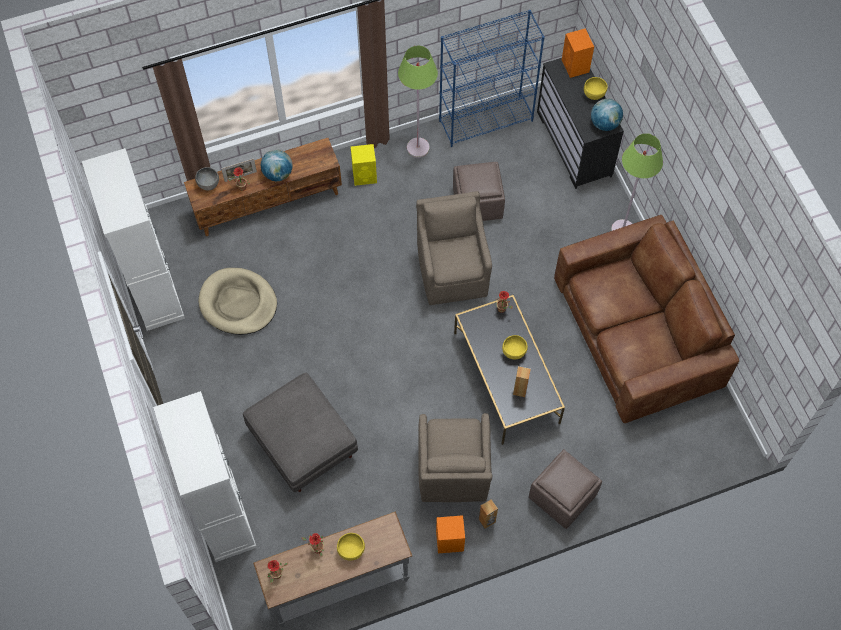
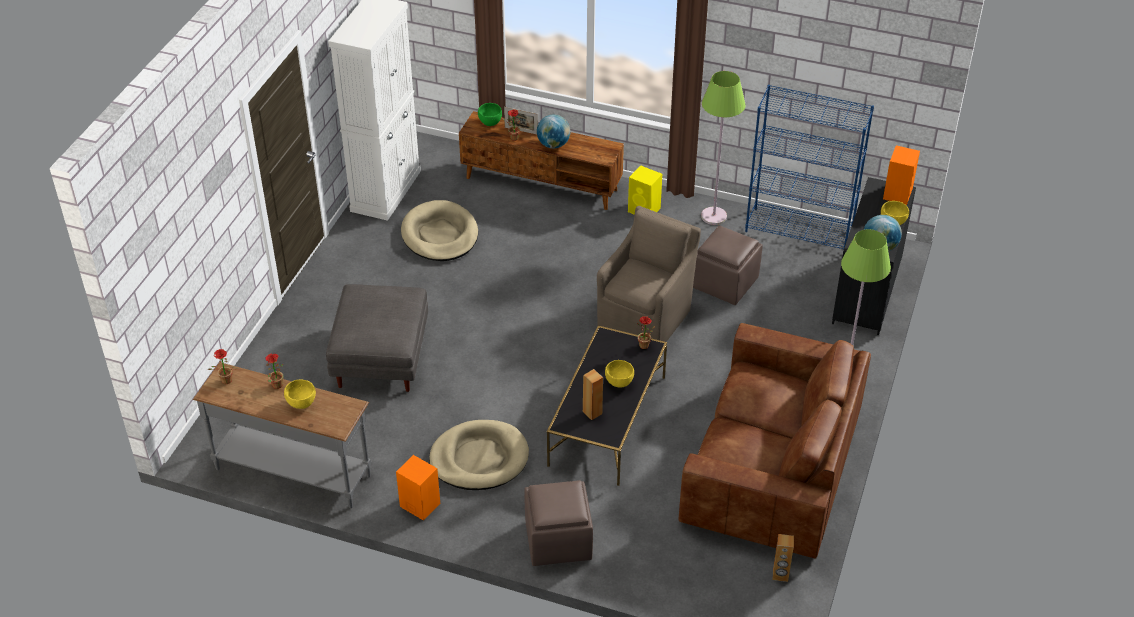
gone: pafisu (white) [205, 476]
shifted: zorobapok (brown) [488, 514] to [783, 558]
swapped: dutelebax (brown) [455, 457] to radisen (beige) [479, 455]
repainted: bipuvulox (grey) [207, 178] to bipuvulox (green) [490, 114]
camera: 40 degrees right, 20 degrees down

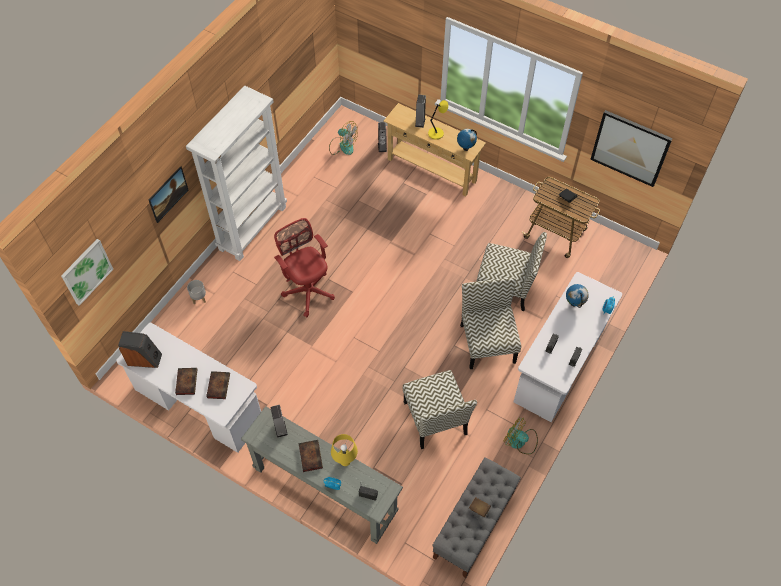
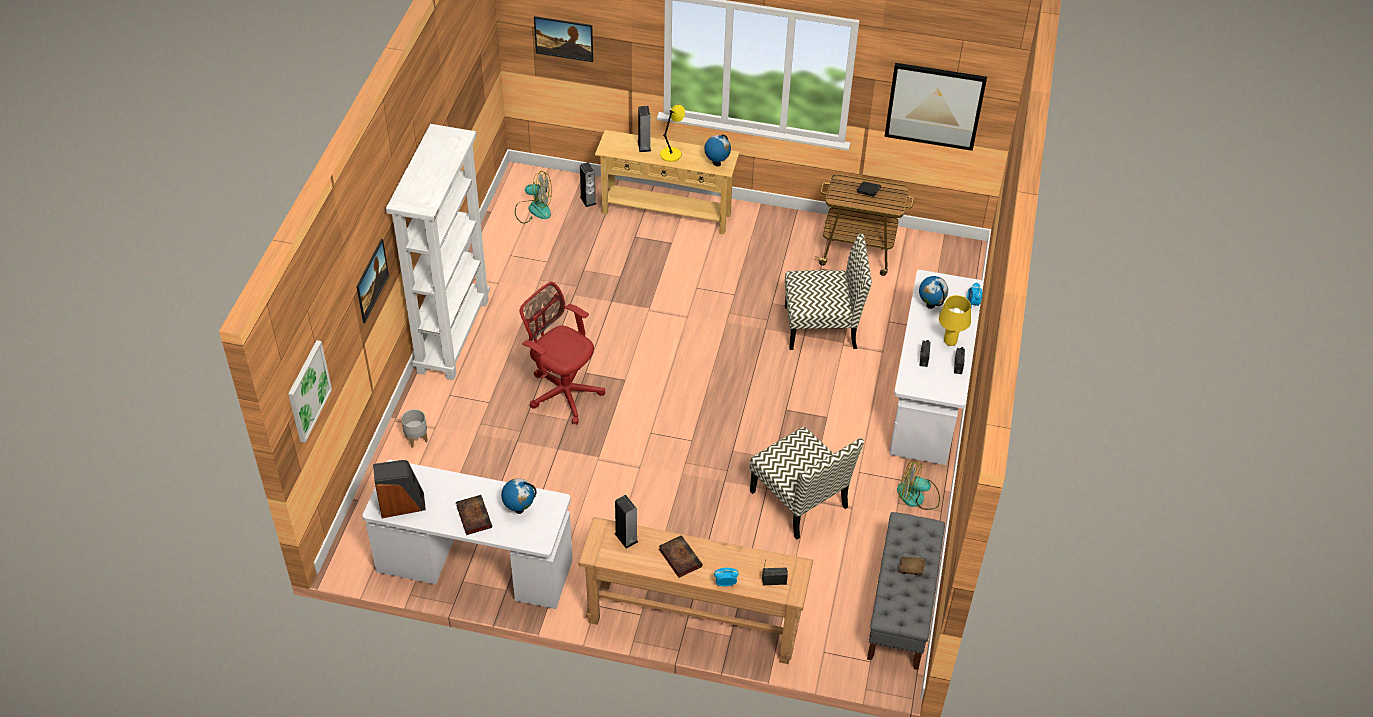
gone: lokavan [490, 323]
new: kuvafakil [563, 39]
shifted: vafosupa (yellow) [344, 450] to [955, 320]
swapped: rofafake [218, 385] to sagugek [518, 496]
repainted: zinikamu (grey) [322, 475] to zinikamu (brown) [695, 590]
camera: 20 degrees left, 10 degrees down

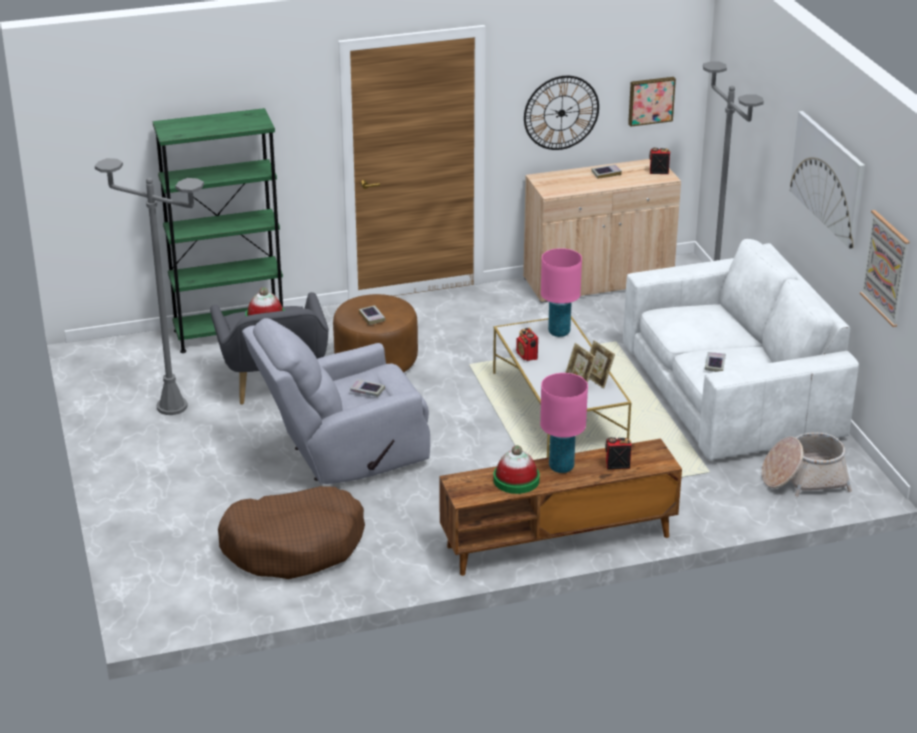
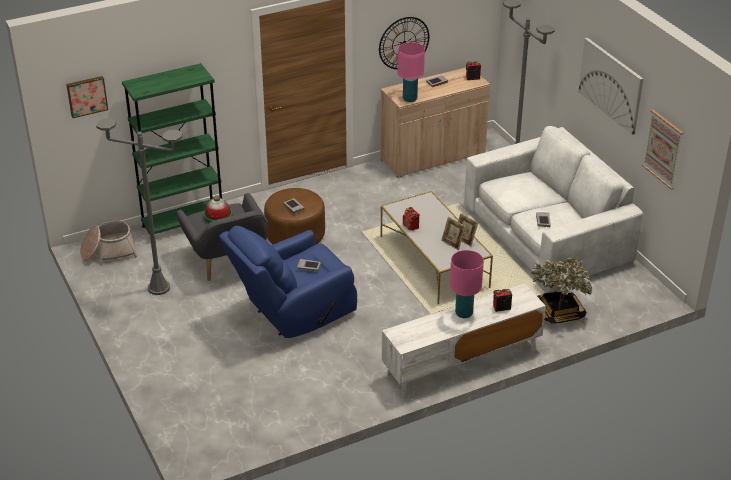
gone: radisen (brown) [291, 532]; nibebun [516, 469]
new: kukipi [561, 291]
shifted: vafosupa (pink) [561, 292] to [411, 72]; kuvafakil [652, 102] to [87, 97]; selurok [807, 464] to [109, 243]
repainted: dutelebax (grey) [336, 401] to dutelebax (blue) [288, 282]; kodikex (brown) [560, 507] to kodikex (white) [464, 340]
camera: 10 degrees left, 5 degrees up

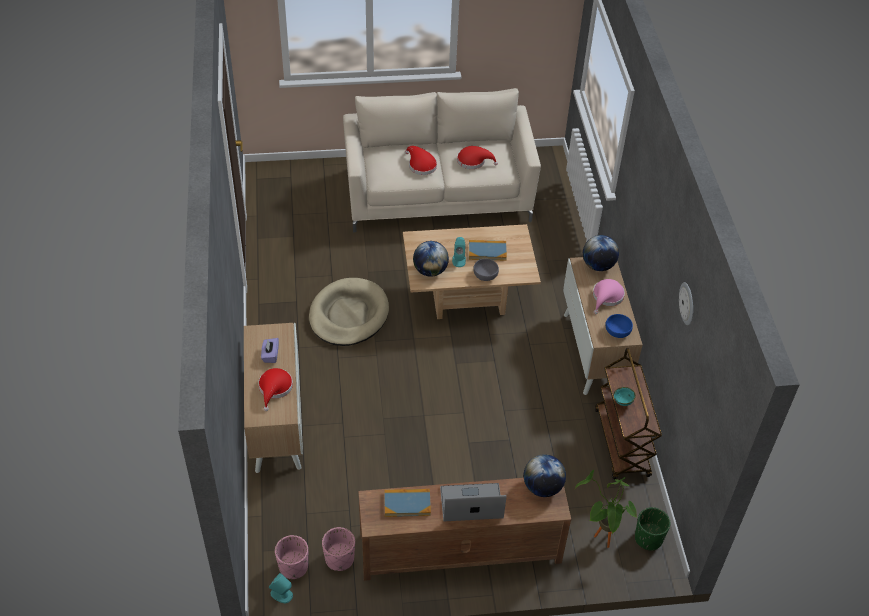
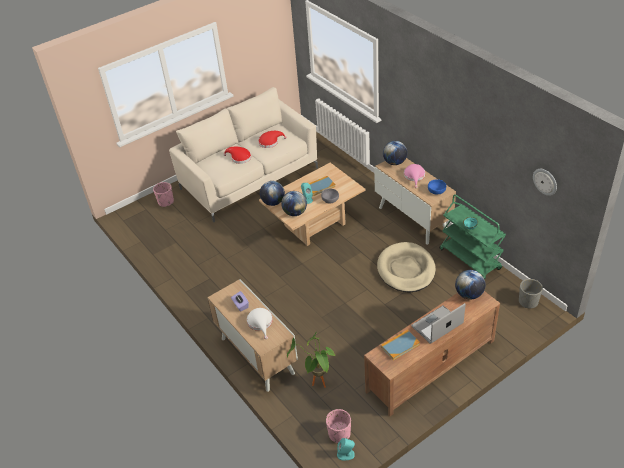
new: sagugek [272, 193]
shifted: radisen (beige) [349, 312] to [406, 267]; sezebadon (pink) [338, 549] to [163, 194]; kukipi [605, 509] to [311, 360]; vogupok [686, 303] to [545, 182]
repainted: nibebun (red) [275, 389] to nibebun (white) [260, 323]; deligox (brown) [628, 414] to deligox (green) [472, 237]; sezebadon (green) [652, 529] to sezebadon (grey) [531, 293]
camera: 25 degrees left, 5 degrees down

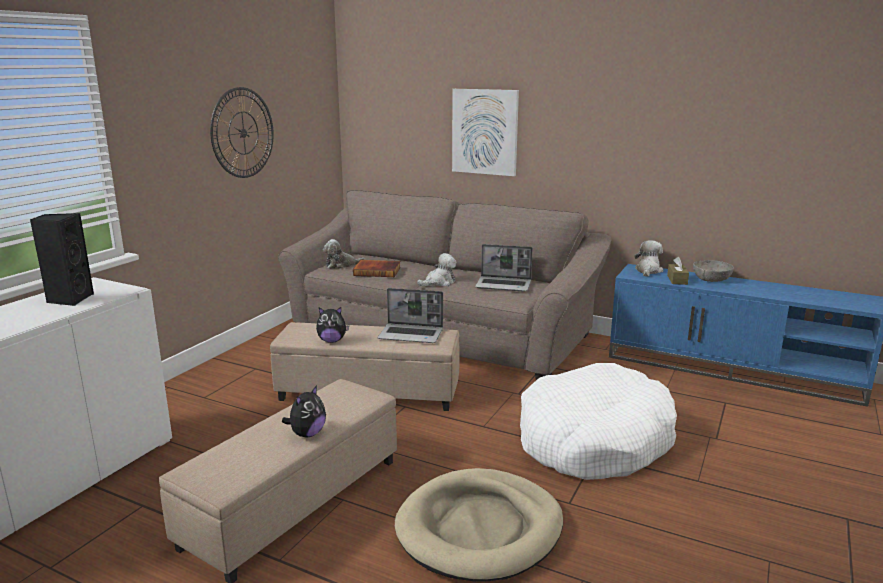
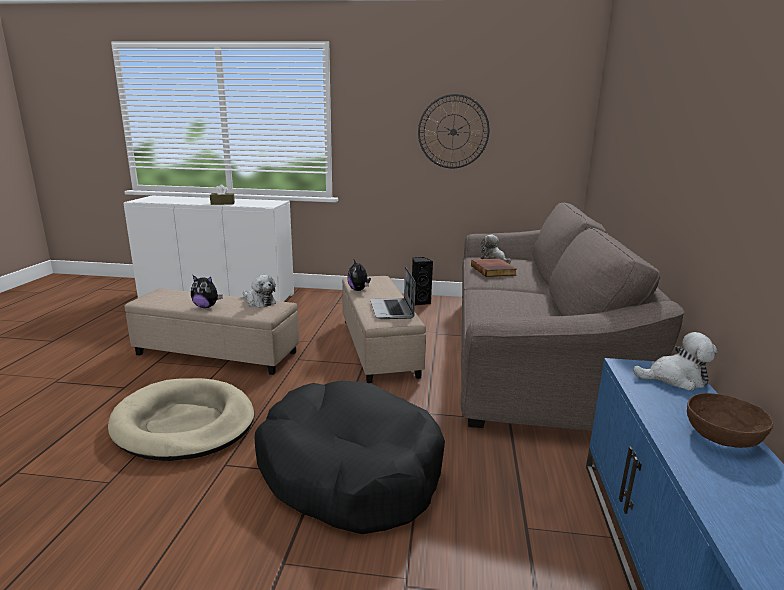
gone: kuvafakil [485, 132]; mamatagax [504, 268]
shifted: zorobapok (black) [62, 259] to [422, 281]; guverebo [437, 269] to [259, 291]; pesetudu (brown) [678, 271] to [222, 194]
repainted: radisen (white) [598, 421] to radisen (black) [350, 457]; bipuvulox (grey) [713, 271] to bipuvulox (brown) [730, 420]
camera: 70 degrees right, 0 degrees up

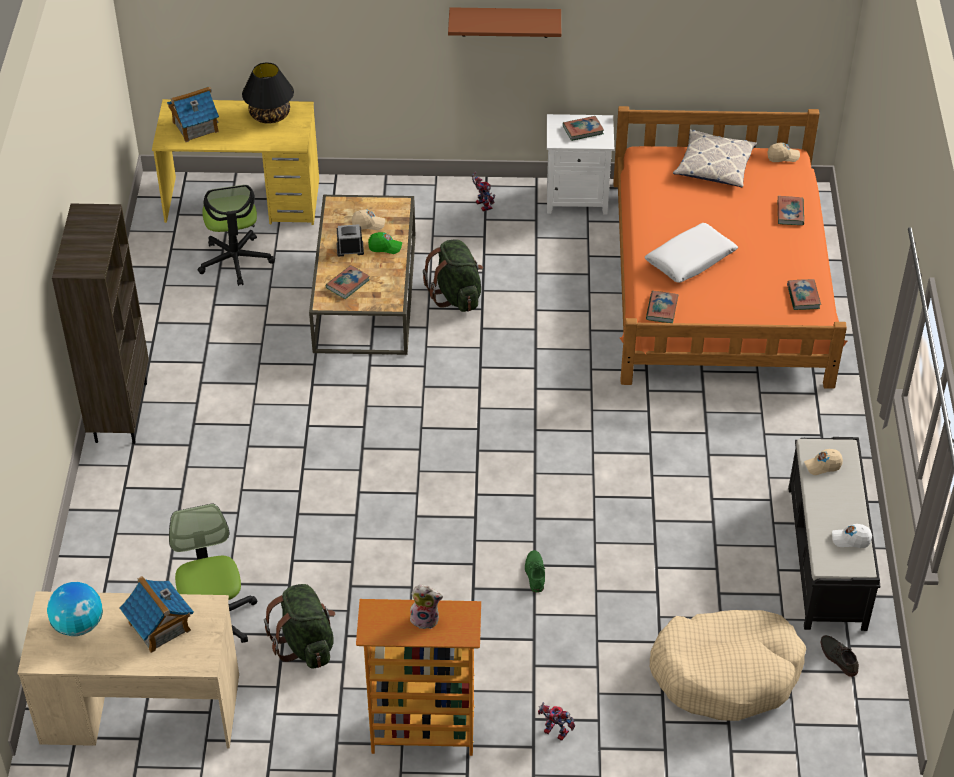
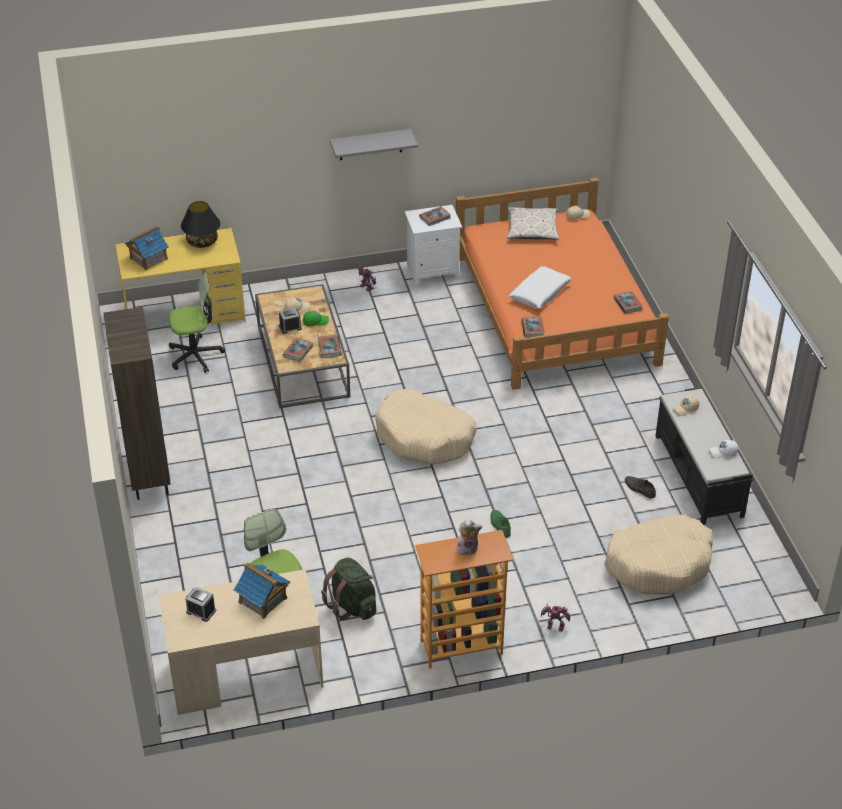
gone: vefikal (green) [453, 275]
new: radisen (beige) [426, 427]
shifted: rofafake [791, 210] to [330, 346]; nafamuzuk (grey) [840, 656] to [640, 487]
swapped: sagugek [75, 609] to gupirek [201, 604]
repainted: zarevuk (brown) [504, 22] to zarevuk (grey) [374, 144]
rotated: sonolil [236, 235] = [197, 323] 75 degrees counterclockwise
camera: 15 degrees left, 5 degrees down

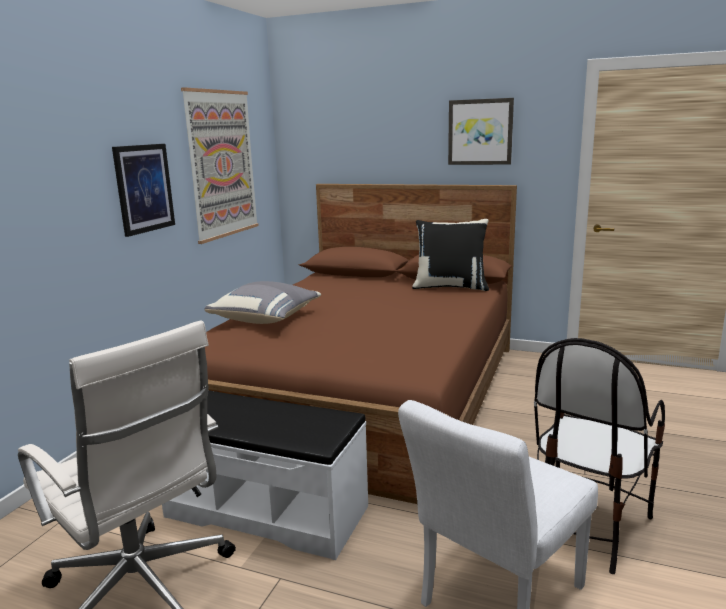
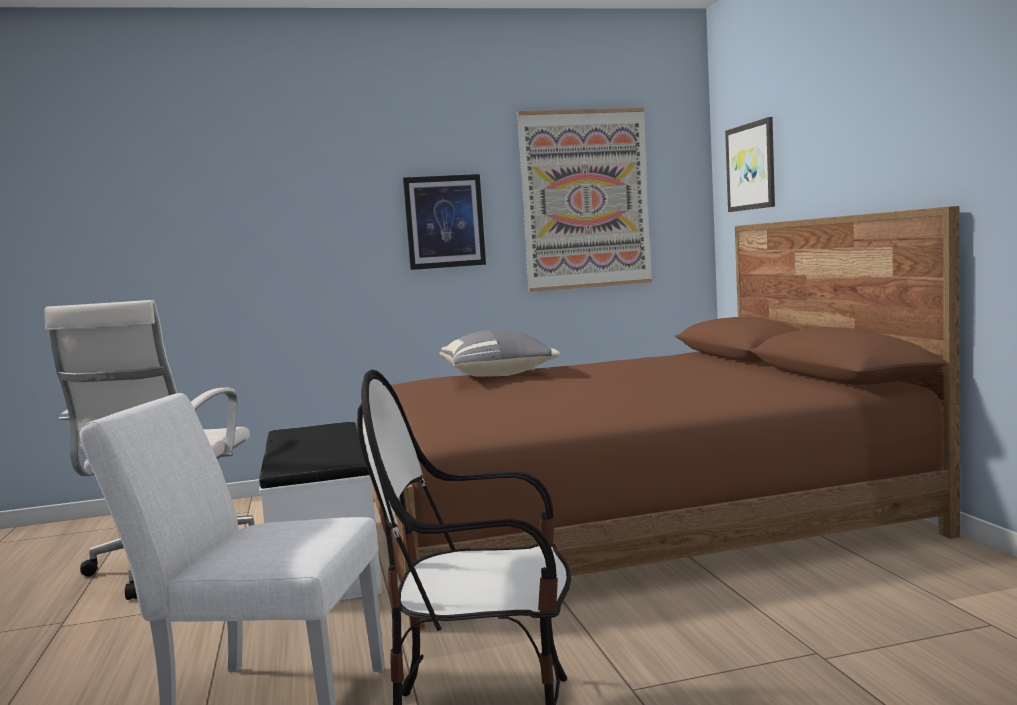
gone: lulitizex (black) [450, 255]
shifted: kuvafakil [481, 131] to [750, 164]
camera: 55 degrees right, 10 degrees down

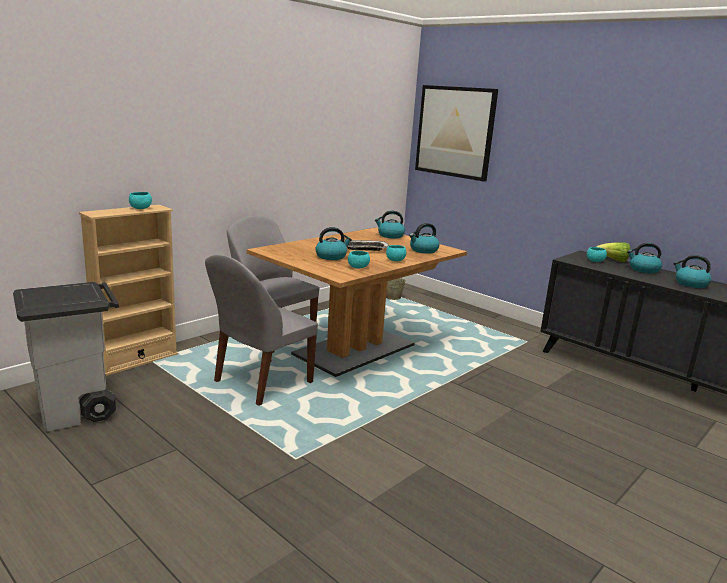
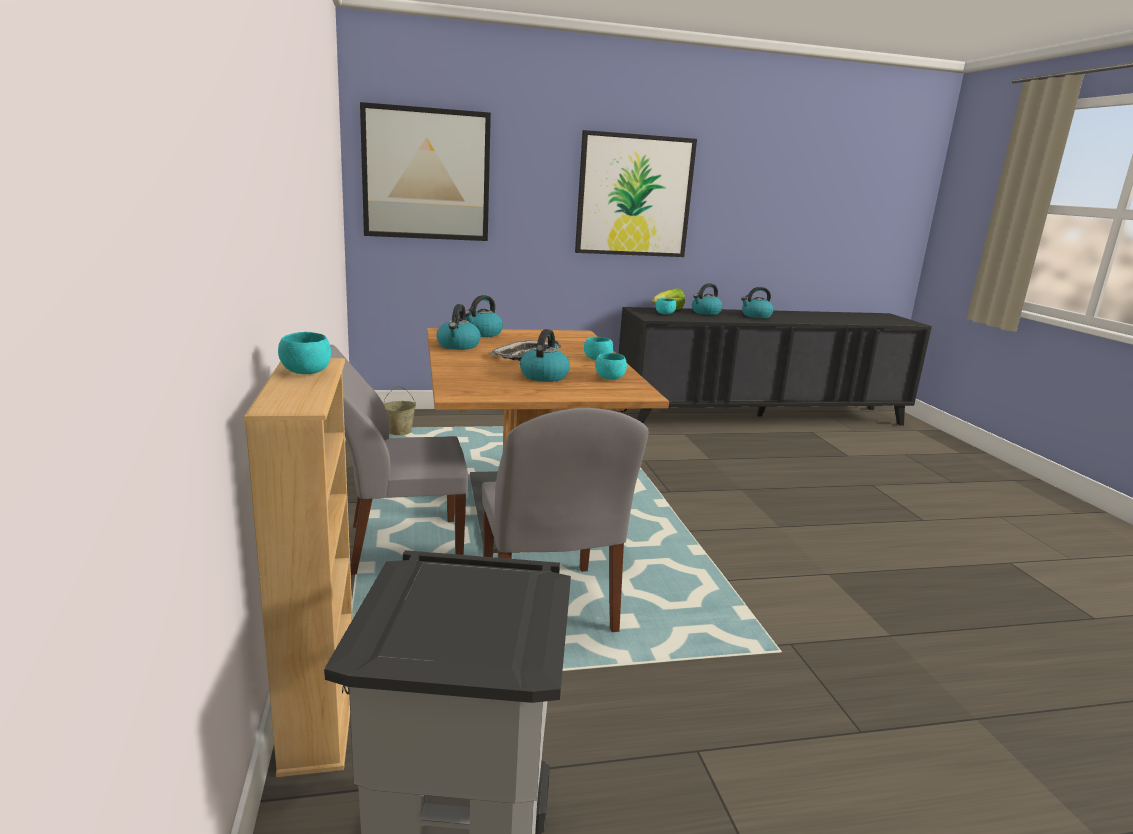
new: kuvafakil [636, 193]
shifted: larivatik [424, 238] to [458, 327]
camera: 55 degrees left, 0 degrees up

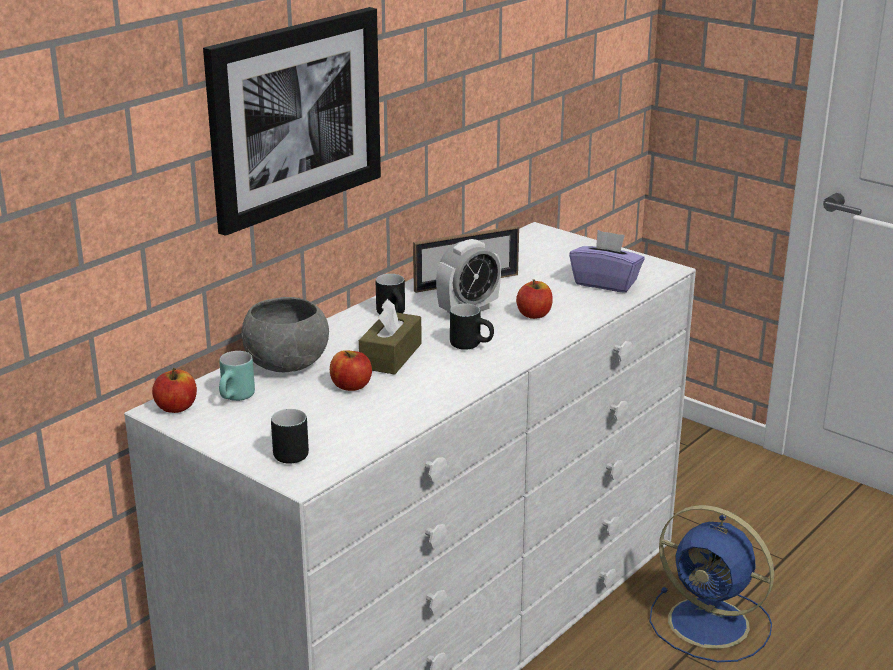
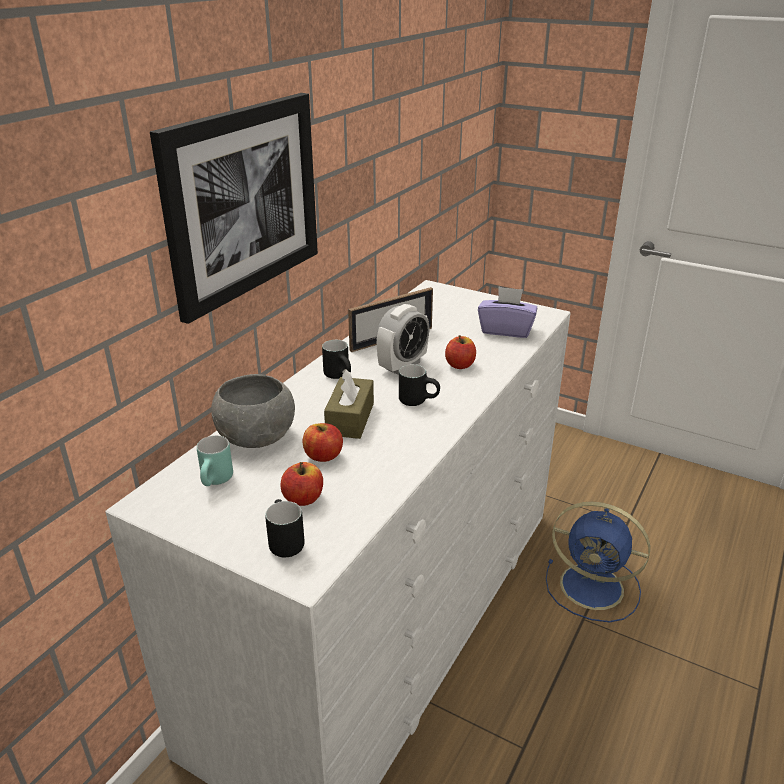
shifted: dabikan [174, 390] to [301, 484]
camera: 10 degrees left, 5 degrees up

